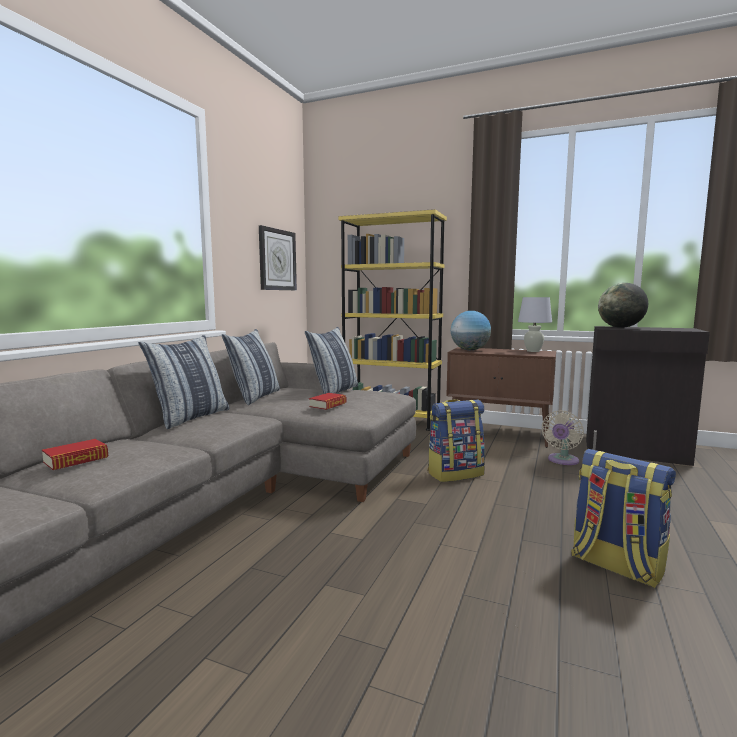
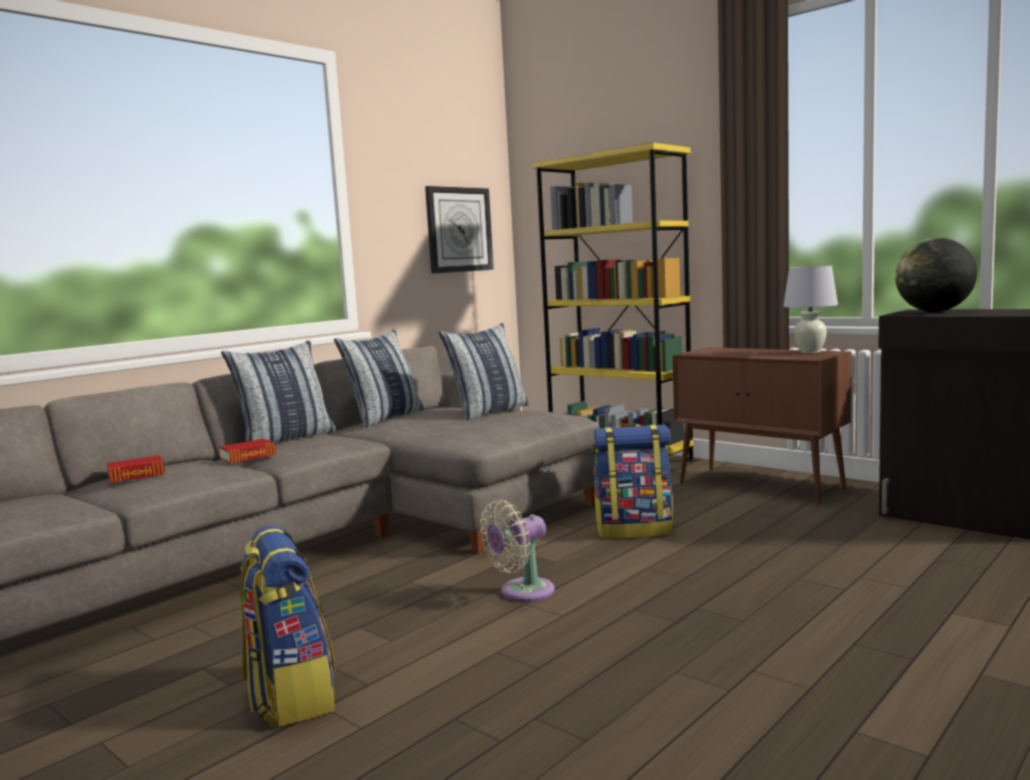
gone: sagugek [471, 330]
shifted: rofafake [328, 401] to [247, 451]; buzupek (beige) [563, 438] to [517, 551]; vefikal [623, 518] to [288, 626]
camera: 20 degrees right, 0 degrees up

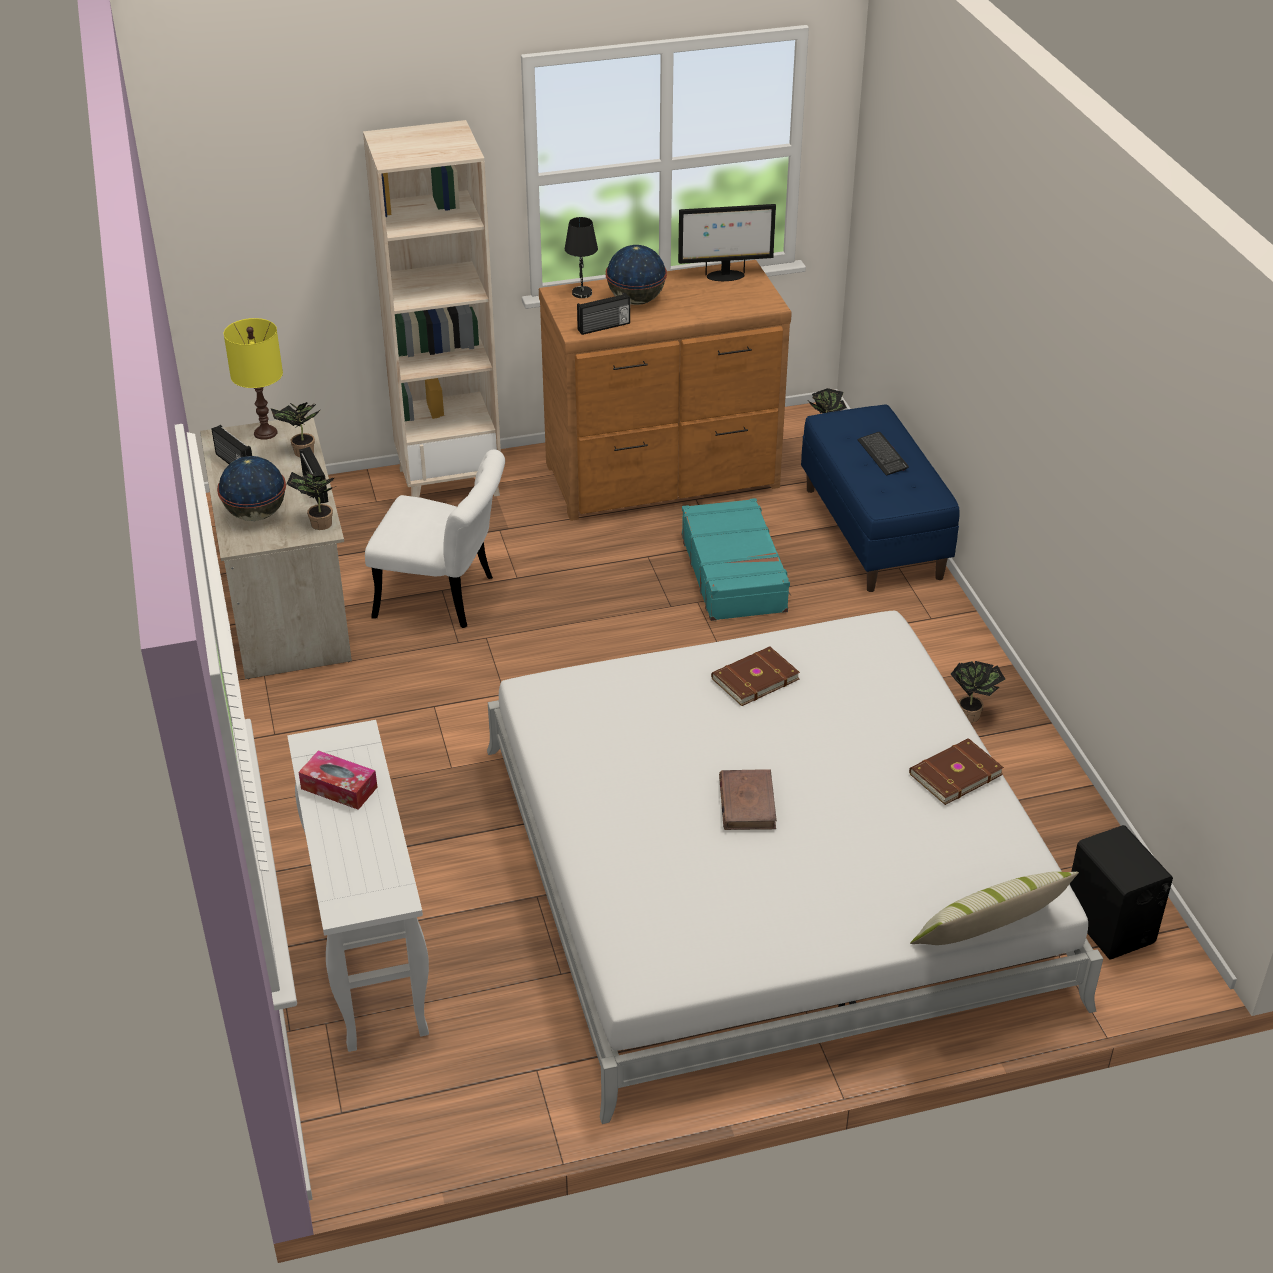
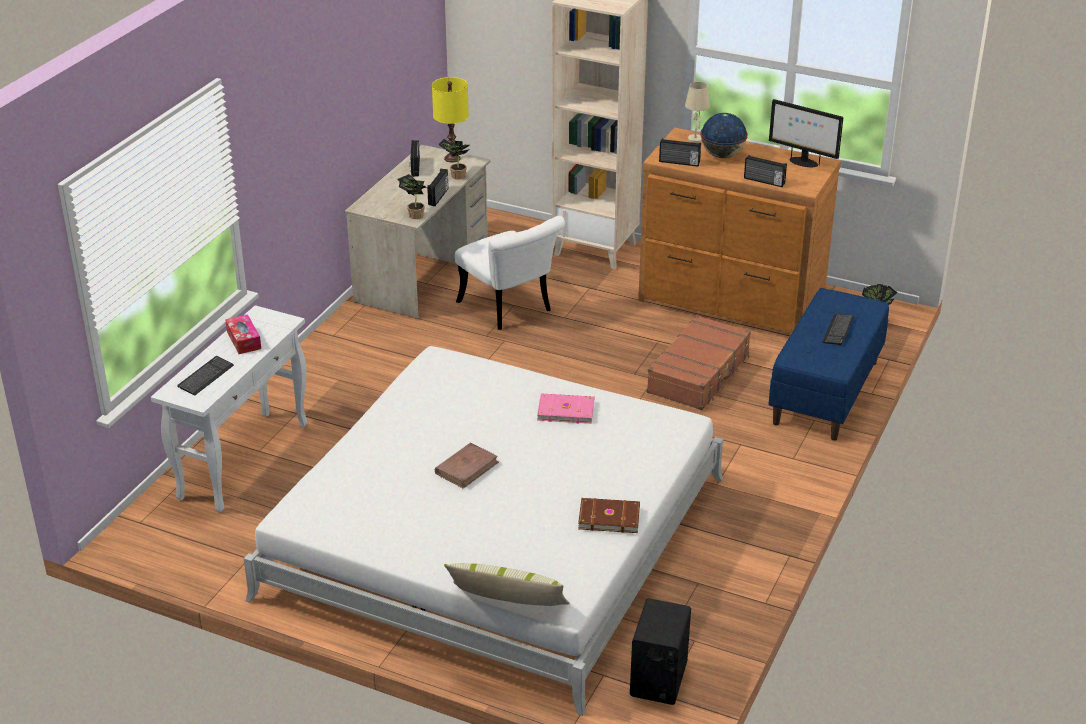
gone: sagugek [251, 488]; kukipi [978, 692]
new: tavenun [205, 376]; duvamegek [765, 171]
repainted: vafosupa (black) [581, 257] to vafosupa (beige) [697, 112]; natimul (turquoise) [736, 559] to natimul (brown) [699, 362]; rofafake (brown) [755, 676] to rofafake (pink) [565, 408]
camera: 40 degrees right, 5 degrees down

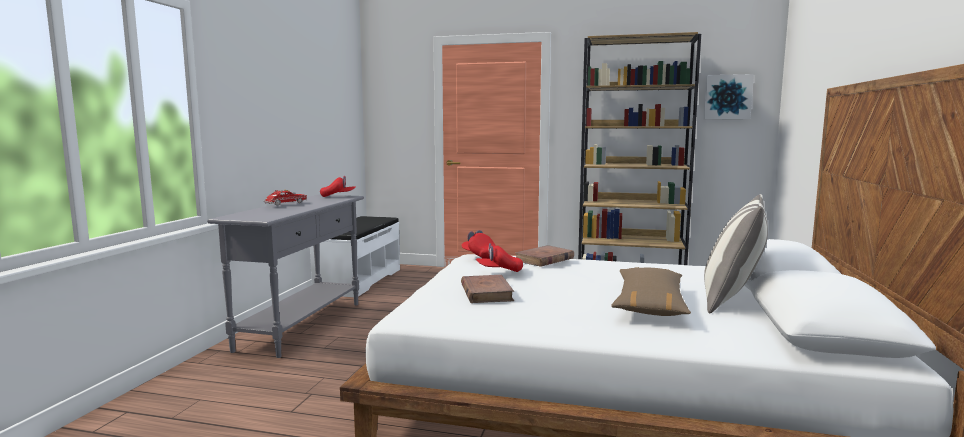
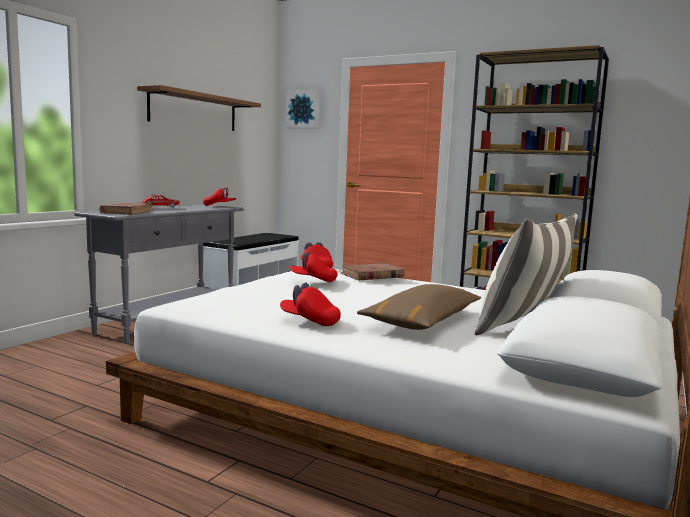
new: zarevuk [199, 108]; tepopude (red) [310, 304]
shifted: rofafake (brown) [487, 289] to [127, 209]; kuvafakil [728, 96] to [303, 108]
camera: 15 degrees right, 0 degrees up

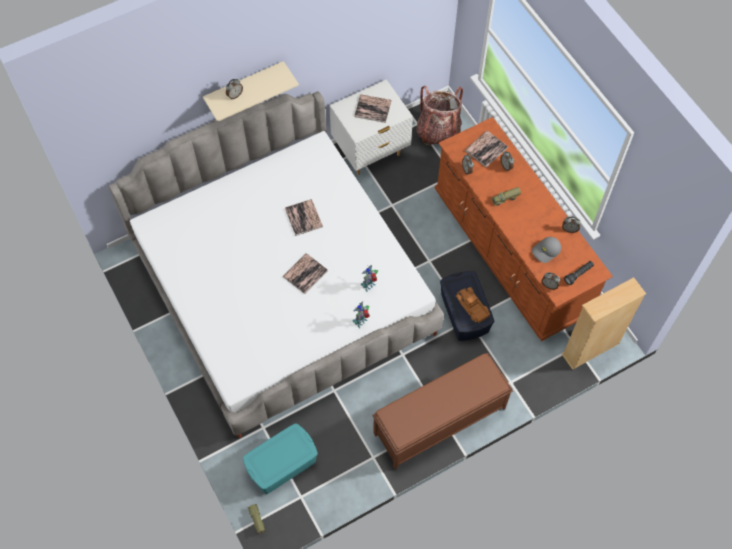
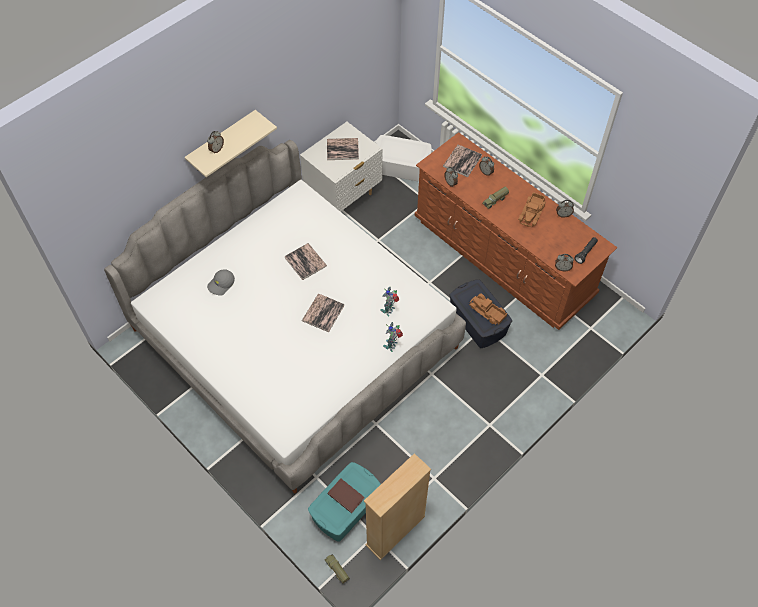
gone: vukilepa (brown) [442, 411]
new: rofafake (brown) [346, 496]; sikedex [531, 209]
shifted: tepopude (grey) [546, 250] to [221, 283]; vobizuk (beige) [604, 323] to [397, 506]
swapped: vefikal [439, 115] to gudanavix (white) [403, 158]
camera: 15 degrees left, 5 degrees down

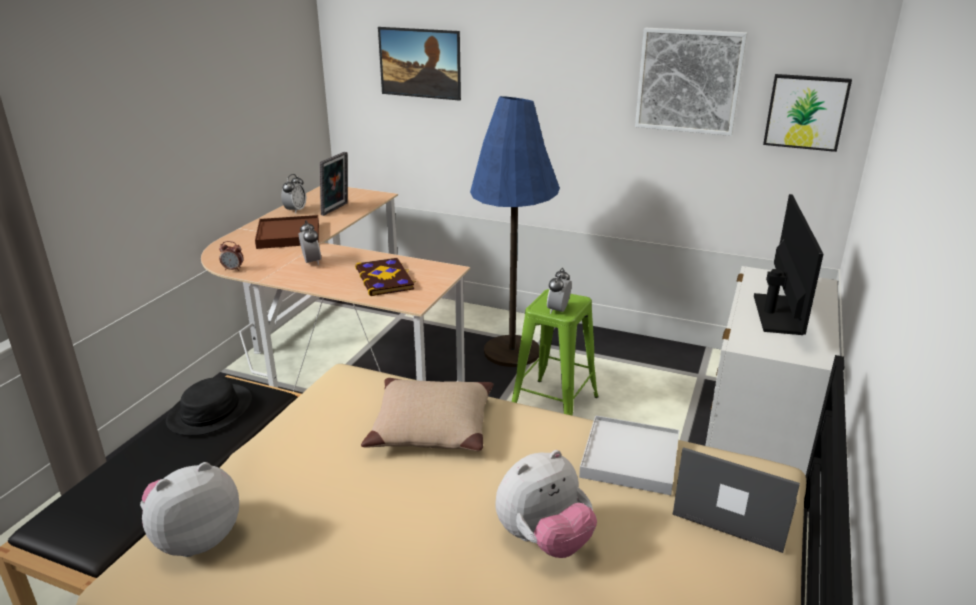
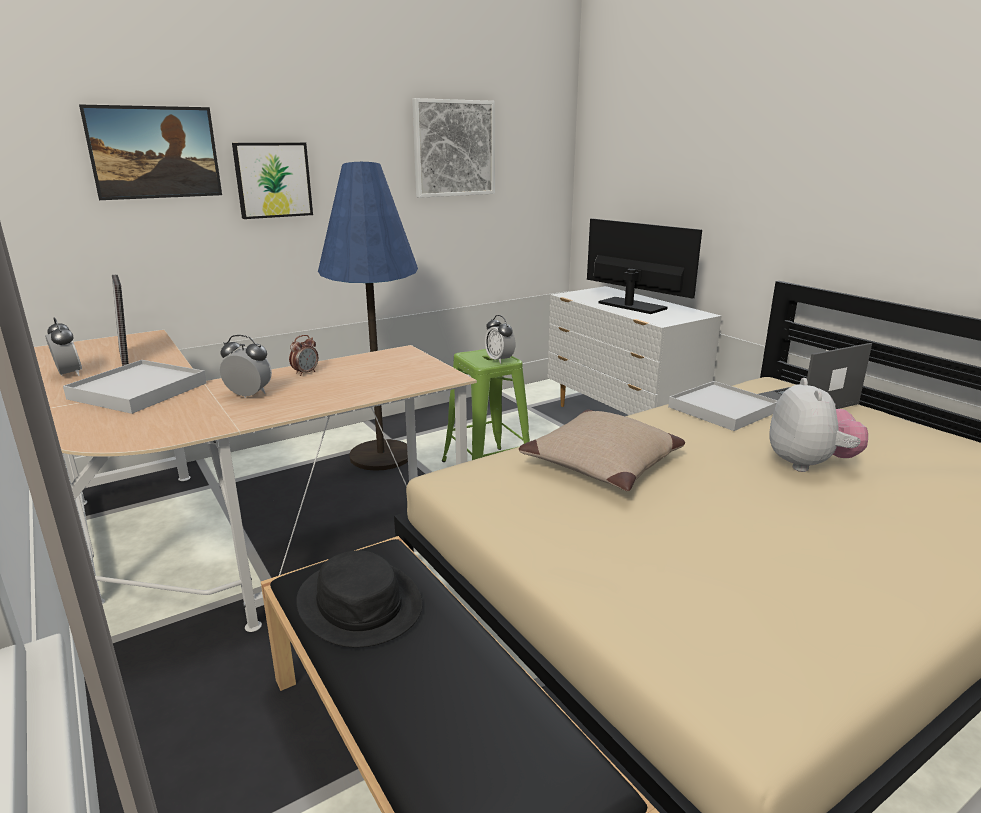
gone: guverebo [189, 509]; rofafake [385, 277]
shifted: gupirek [231, 256] to [303, 355]; kuvafakil [807, 113] to [272, 181]
repainted: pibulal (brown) [287, 232] to pibulal (white) [134, 387]
camera: 55 degrees left, 5 degrees down

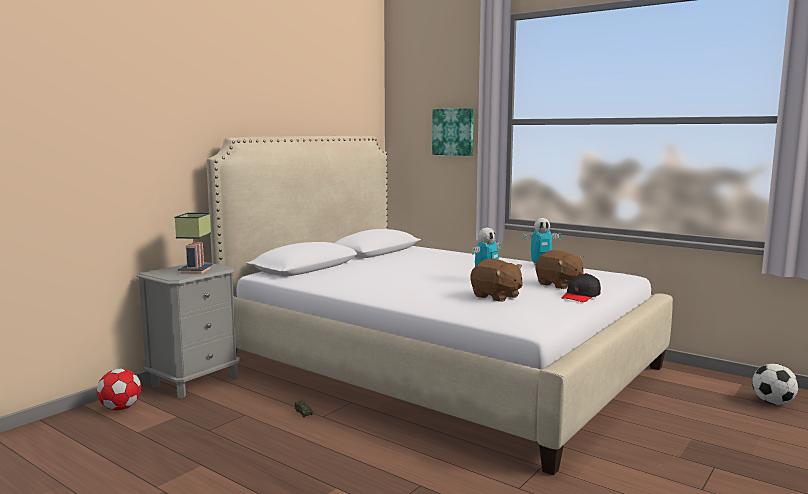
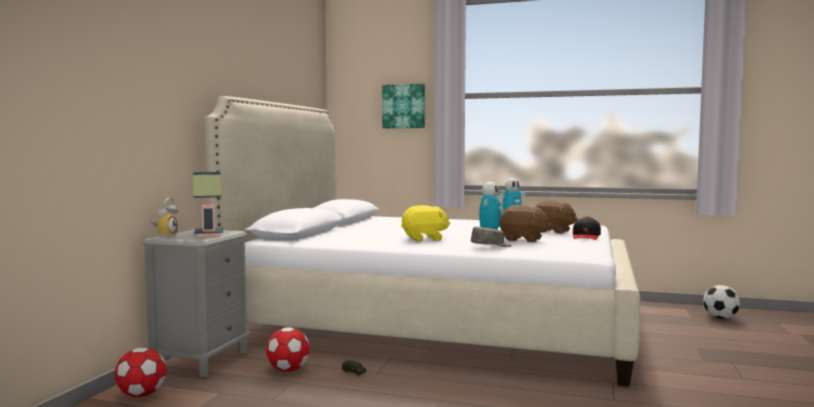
new: gupirek [164, 218]; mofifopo [288, 350]; guverebo (yellow) [425, 223]; tepopude (grey) [491, 237]
camera: 20 degrees left, 5 degrees down

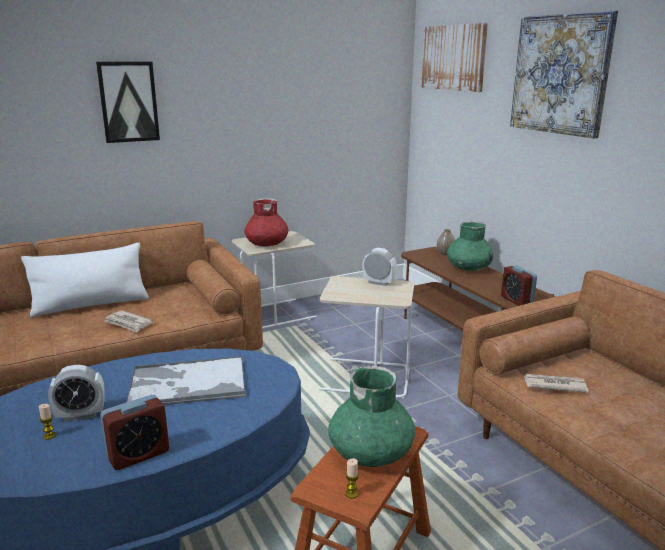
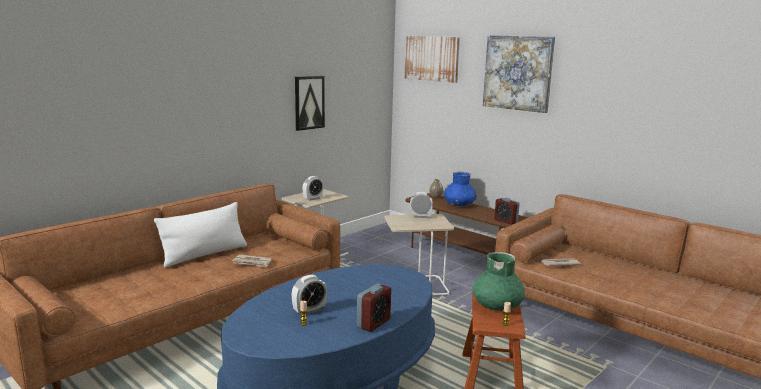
gone: pibulal [187, 380]
shifted: kuvafakil [128, 102] to [310, 103]
swapped: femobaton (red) [266, 222] to gupirek [313, 188]
repainted: femobaton (green) [470, 246] to femobaton (blue) [460, 189]
camera: 20 degrees left, 5 degrees down

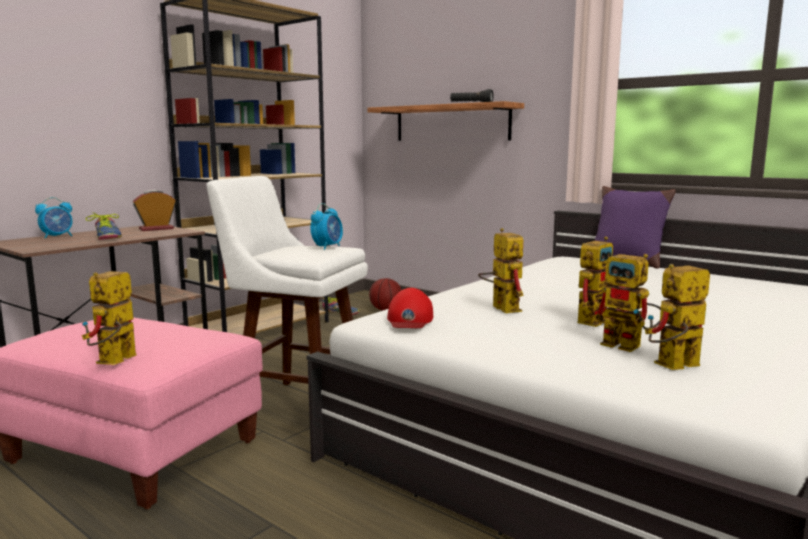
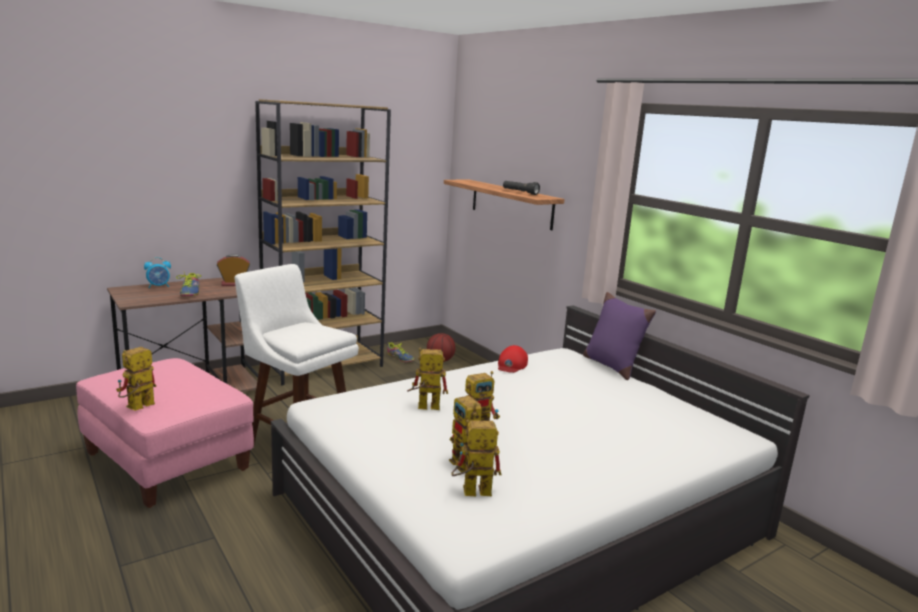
gone: gupirek [326, 226]
shifted: tepopude (red) [410, 308] to [513, 359]
rotated: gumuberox [501, 270] = [427, 379] 90 degrees counterclockwise
camera: 15 degrees right, 5 degrees up

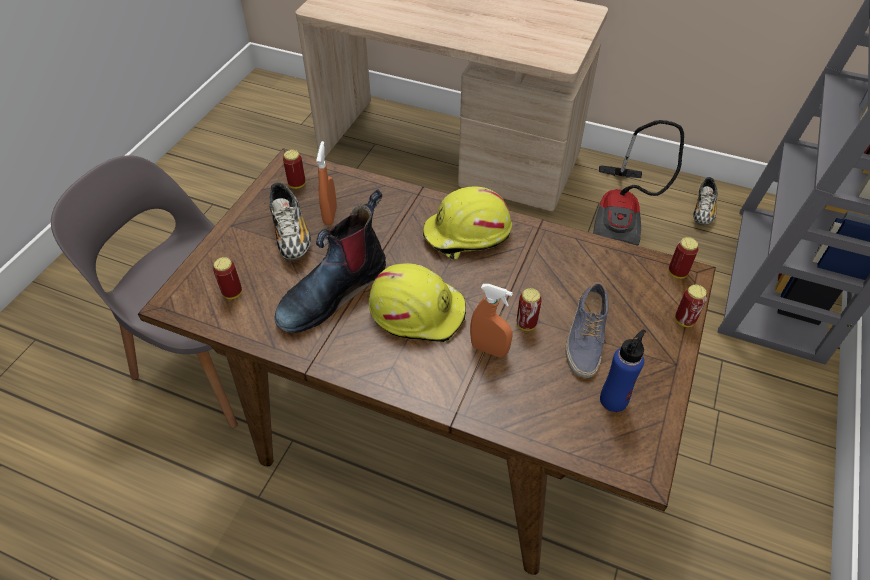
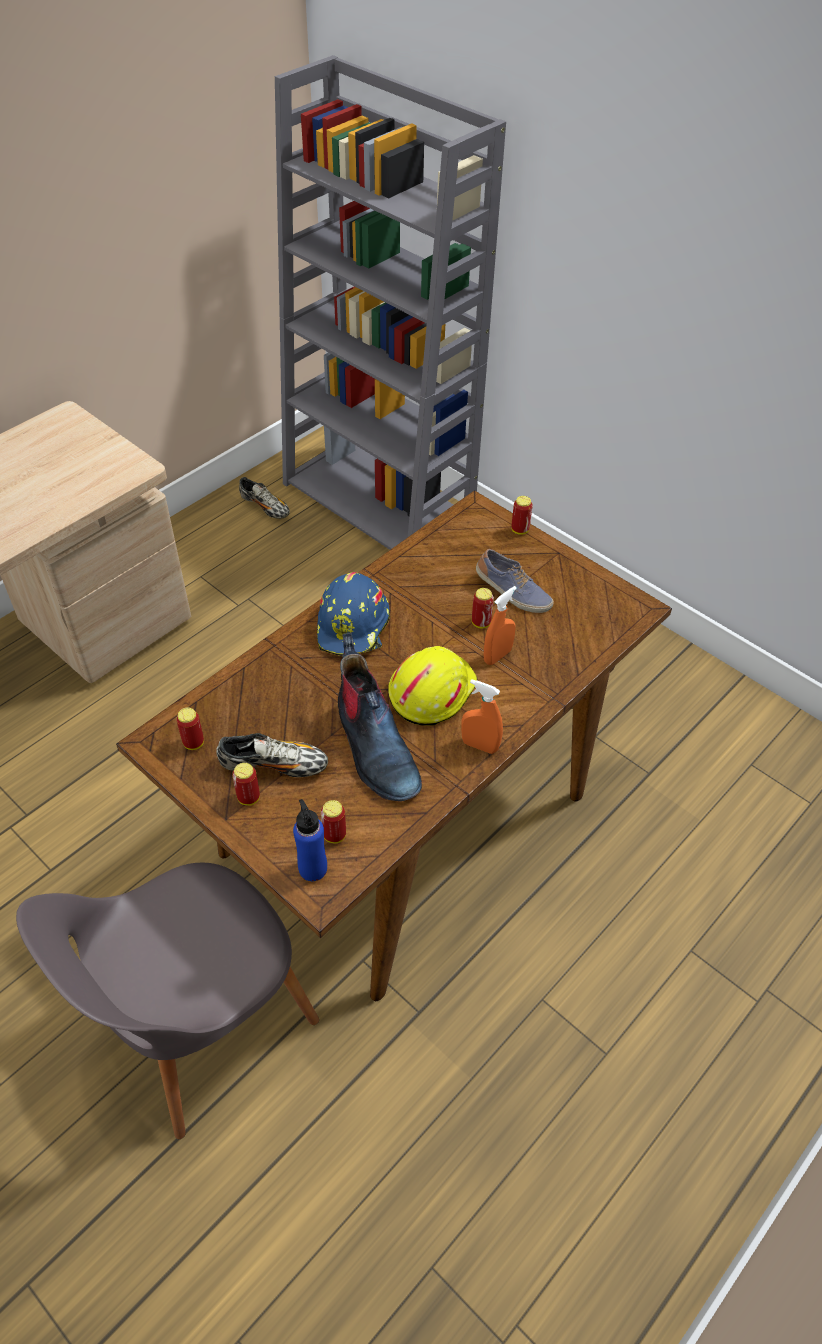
gone: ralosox [638, 183]
shifted: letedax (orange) [326, 183] to [482, 716]; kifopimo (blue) [623, 371] to [310, 840]; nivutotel [683, 258] to [246, 784]
repainted: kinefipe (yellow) [467, 222] to kinefipe (blue) [353, 614]
camera: 70 degrees left, 0 degrees up

